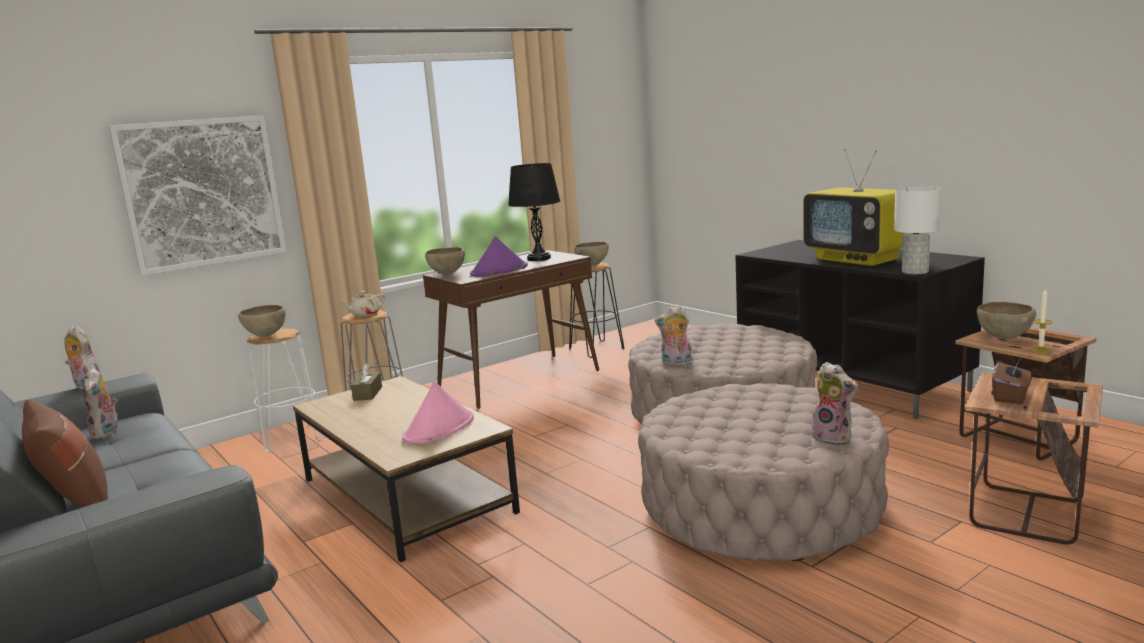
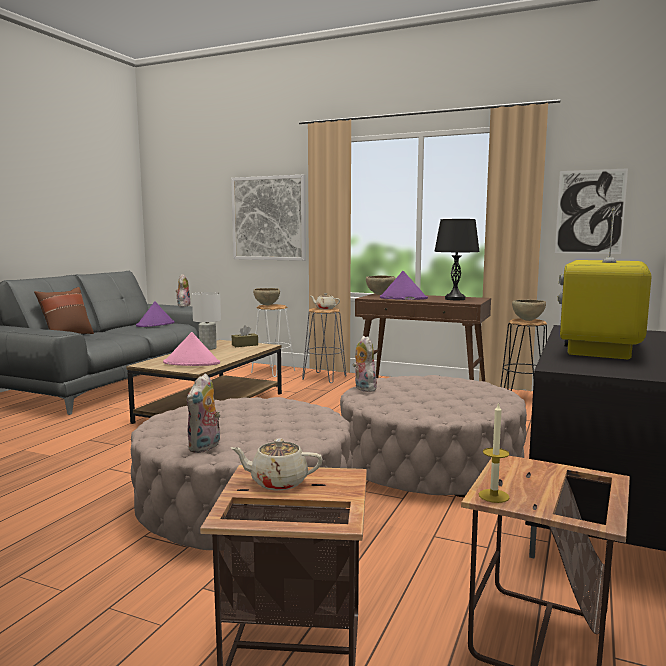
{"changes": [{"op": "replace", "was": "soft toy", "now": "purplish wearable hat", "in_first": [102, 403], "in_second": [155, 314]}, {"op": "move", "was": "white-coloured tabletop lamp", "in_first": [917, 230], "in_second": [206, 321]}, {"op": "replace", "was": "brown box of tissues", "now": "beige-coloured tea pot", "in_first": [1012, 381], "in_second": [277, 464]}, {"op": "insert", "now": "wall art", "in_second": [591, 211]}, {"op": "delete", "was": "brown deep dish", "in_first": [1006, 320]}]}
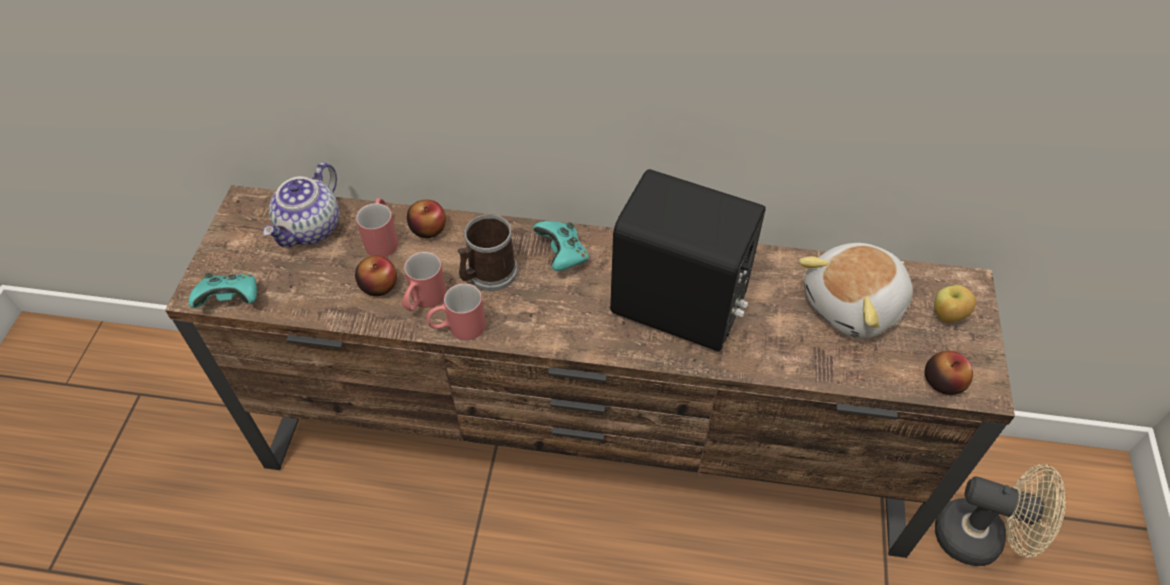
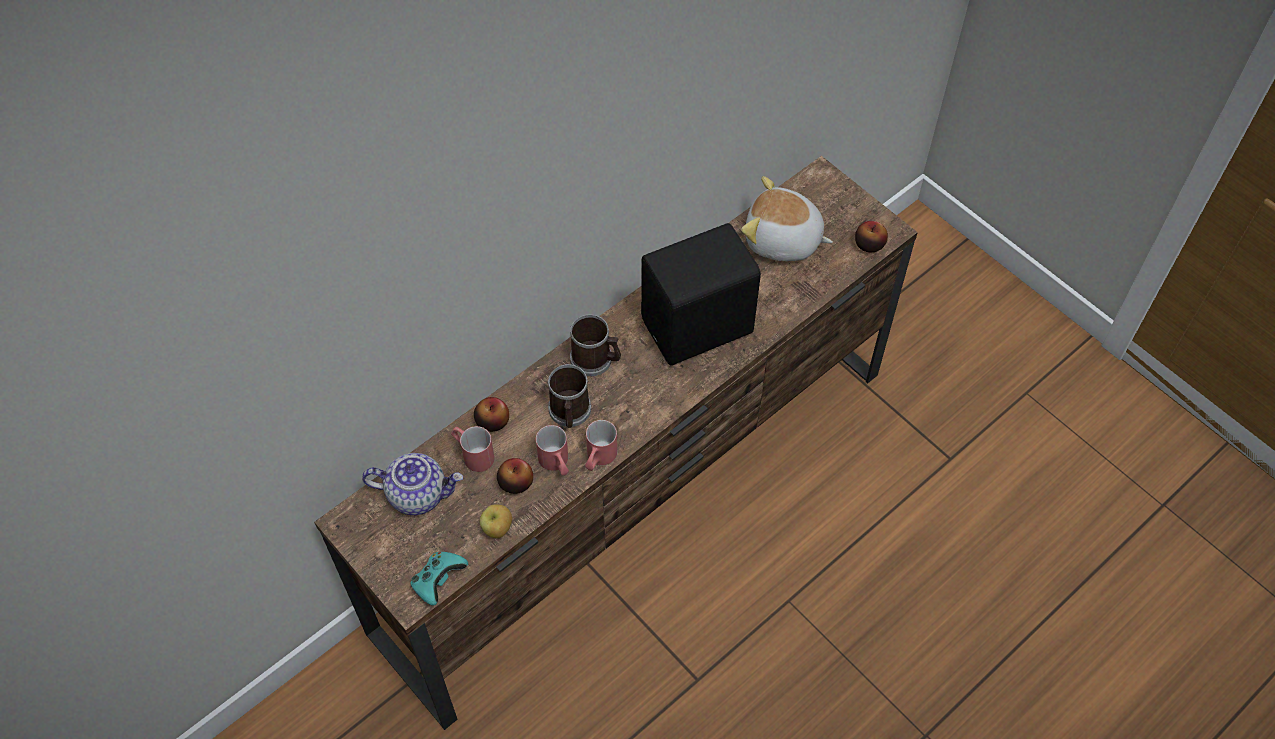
{"changes": [{"op": "rotate", "was": "tea pot", "in_first": [301, 204], "in_second": [412, 484], "clockwise": -60}, {"op": "move", "was": "apple fruit", "in_first": [955, 304], "in_second": [496, 521]}, {"op": "replace", "was": "turquoise game controller", "now": "mug", "in_first": [561, 246], "in_second": [595, 345]}, {"op": "rotate", "was": "soft toy", "in_first": [855, 290], "in_second": [787, 218], "clockwise": 105}, {"op": "delete", "was": "beige-coloured fan", "in_first": [1000, 515]}]}
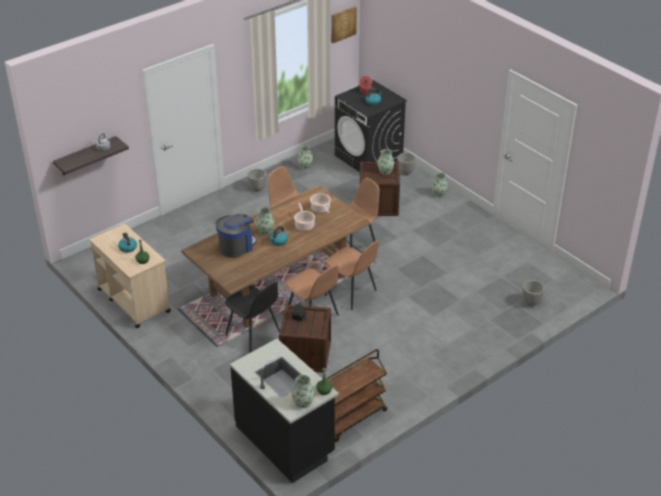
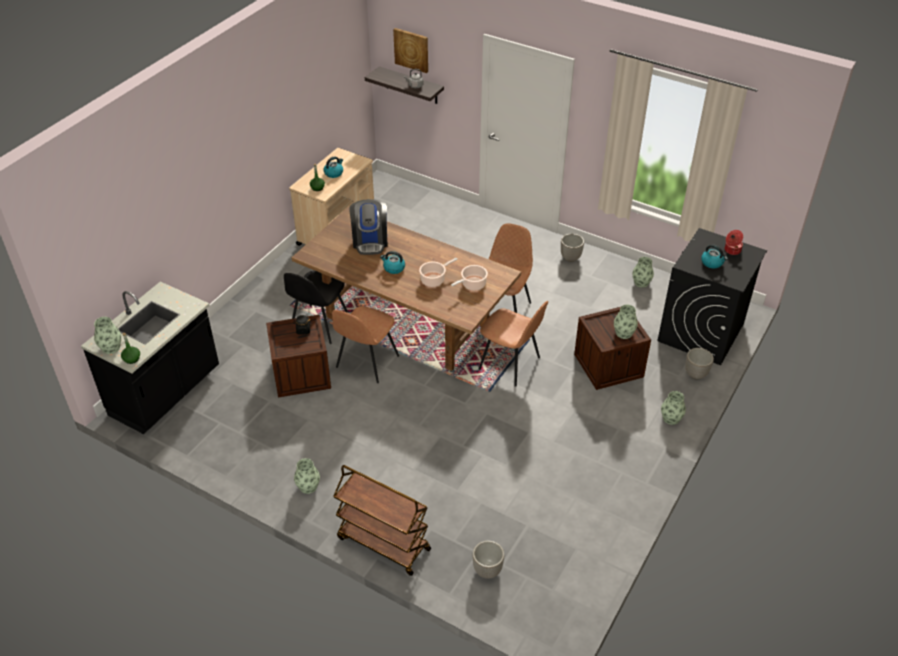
{"changes": [{"op": "move", "was": "flower vase", "in_first": [264, 221], "in_second": [307, 476]}, {"op": "move", "was": "brown wheeled cart", "in_first": [356, 395], "in_second": [382, 520]}, {"op": "rotate", "was": "coffee maker", "in_first": [236, 236], "in_second": [368, 227], "clockwise": 60}, {"op": "move", "was": "wall art", "in_first": [344, 24], "in_second": [410, 50]}, {"op": "delete", "was": "brown upright chair", "in_first": [352, 275]}]}
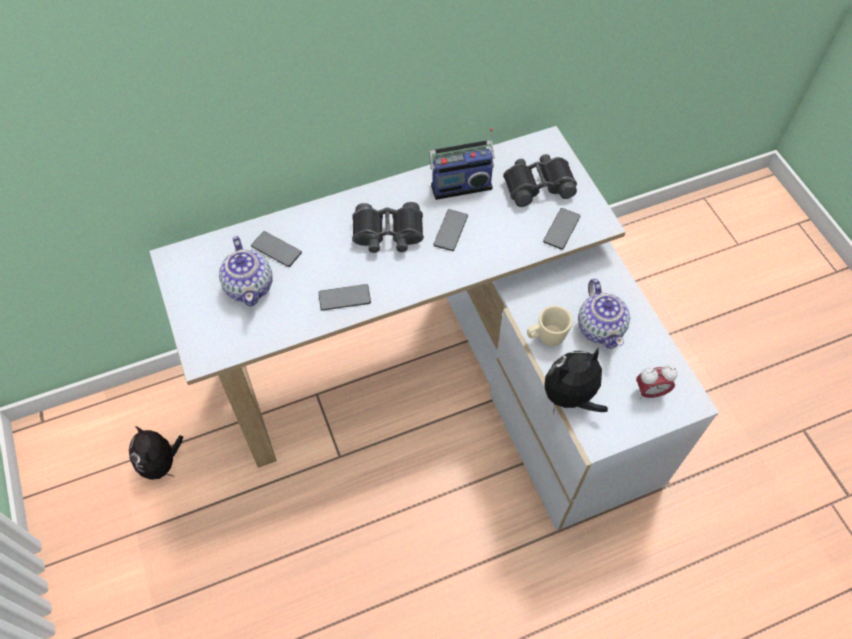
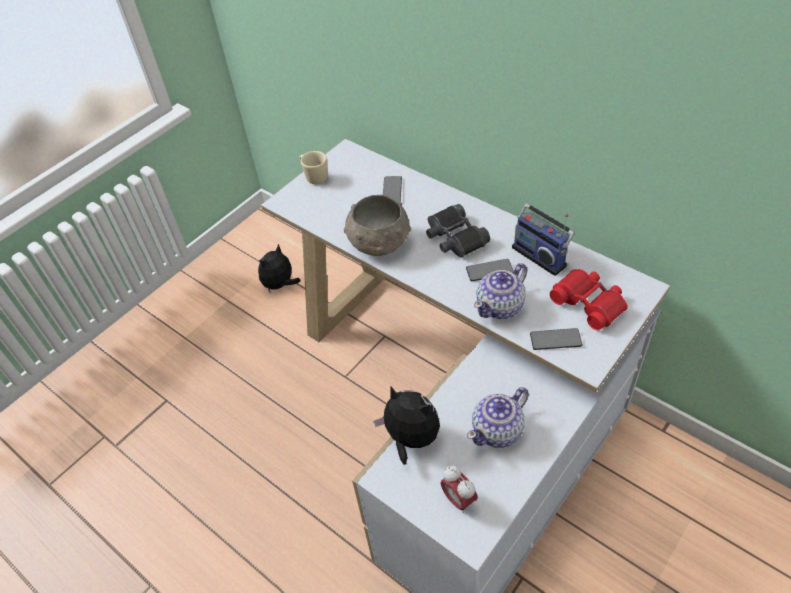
{"changes": [{"op": "move", "was": "beige-coloured mug", "in_first": [549, 325], "in_second": [313, 167]}, {"op": "replace", "was": "phone", "now": "gray deep dish", "in_first": [345, 297], "in_second": [377, 225]}, {"op": "move", "was": "tea pot", "in_first": [245, 271], "in_second": [500, 291]}, {"op": "recolor", "was": "blackish field glasses", "now": "reddish field glasses", "in_first": [540, 180], "in_second": [589, 300]}]}
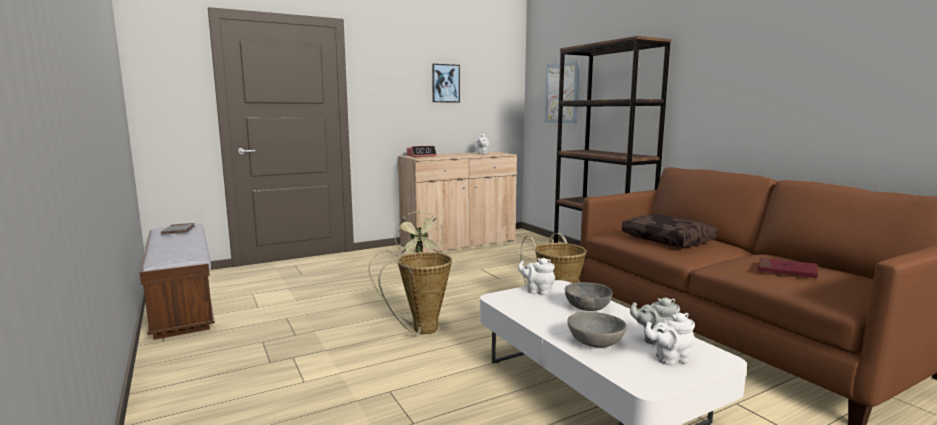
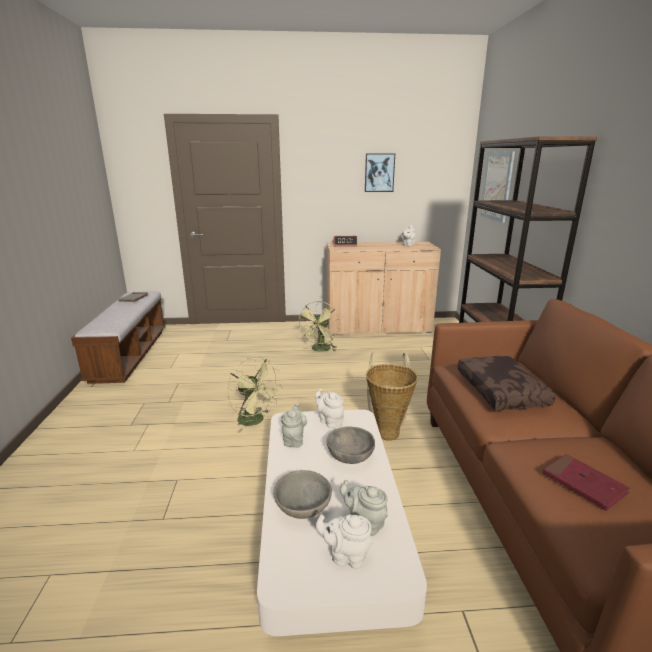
{"changes": [{"op": "replace", "was": "household basket", "now": "green fan", "in_first": [410, 292], "in_second": [254, 395]}, {"op": "insert", "now": "gray tea pot", "in_second": [294, 425]}]}
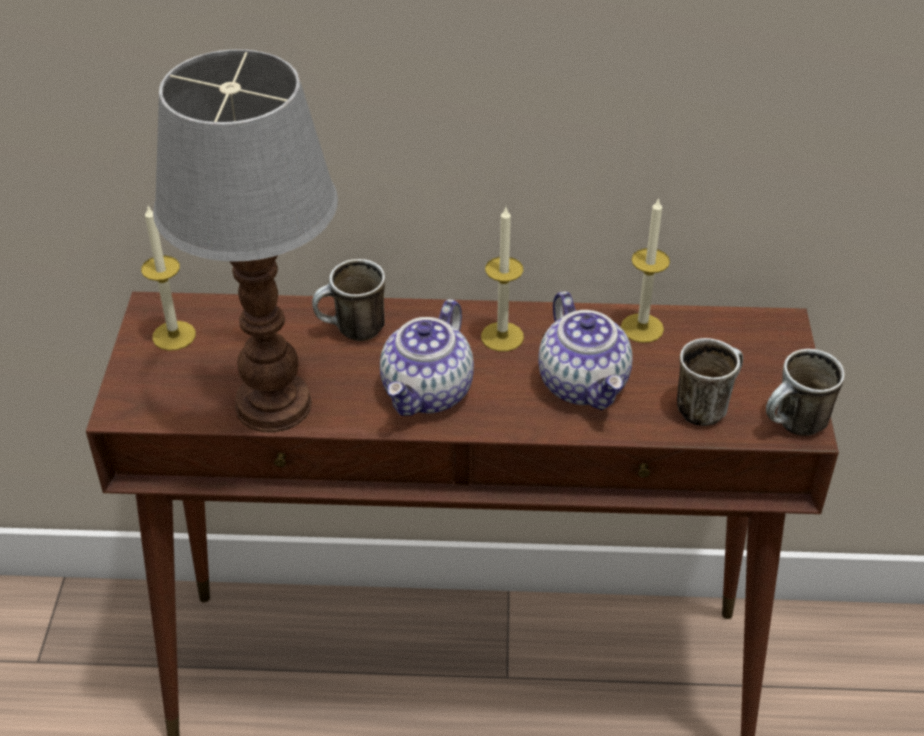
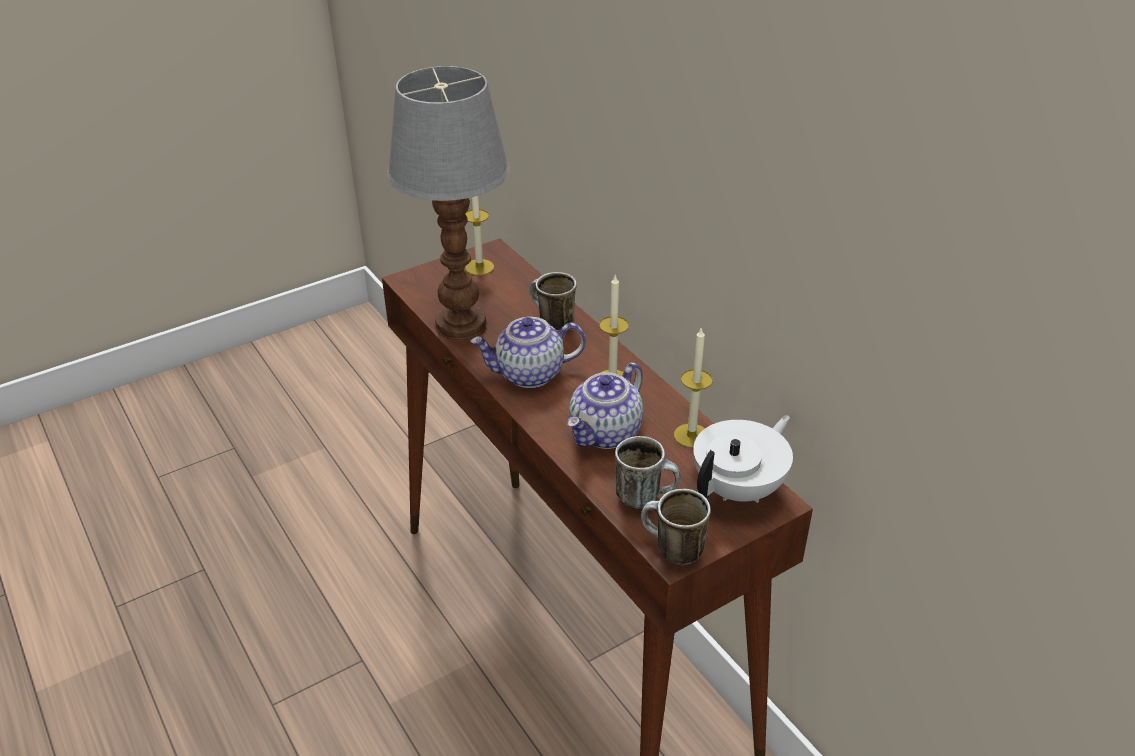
{"changes": [{"op": "insert", "now": "white-coloured tea pot", "in_second": [743, 459]}]}
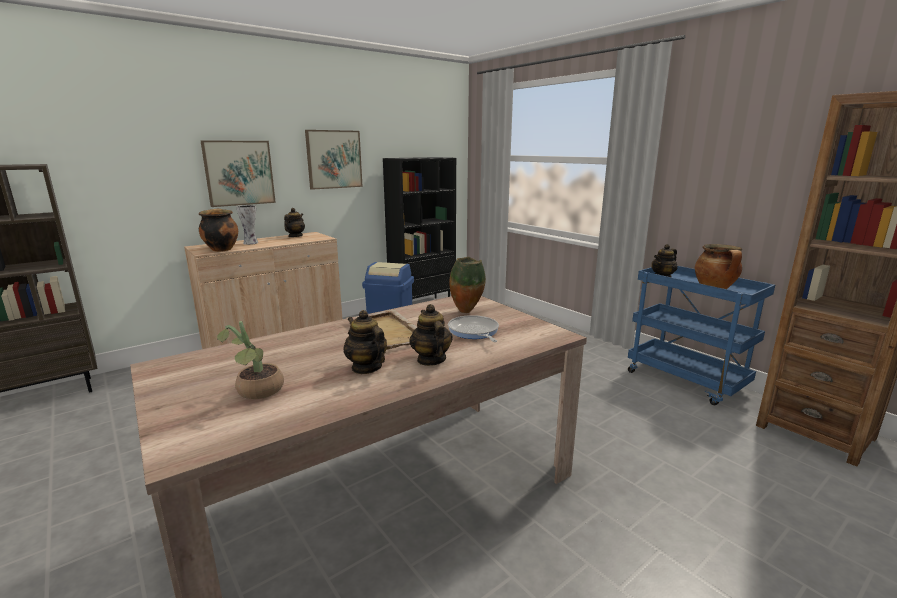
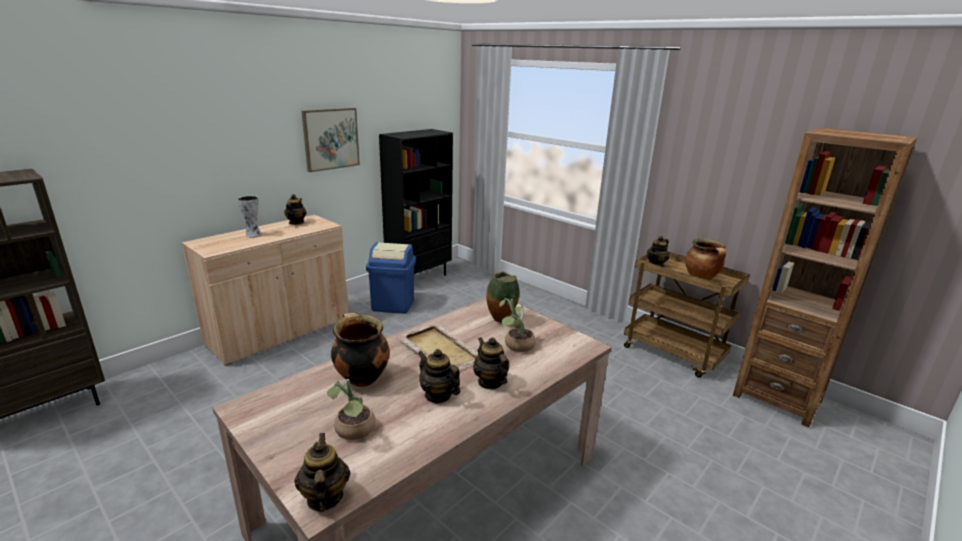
{"changes": [{"op": "insert", "now": "tea pot", "in_second": [322, 472]}, {"op": "move", "was": "stockpot", "in_first": [218, 230], "in_second": [360, 350]}, {"op": "replace", "was": "frying pan", "now": "plant in a pot", "in_first": [473, 328], "in_second": [517, 325]}, {"op": "recolor", "was": "blue-coloured wheeled cart", "now": "brown wheeled cart", "in_first": [701, 335], "in_second": [687, 315]}, {"op": "delete", "was": "wall art", "in_first": [238, 173]}]}
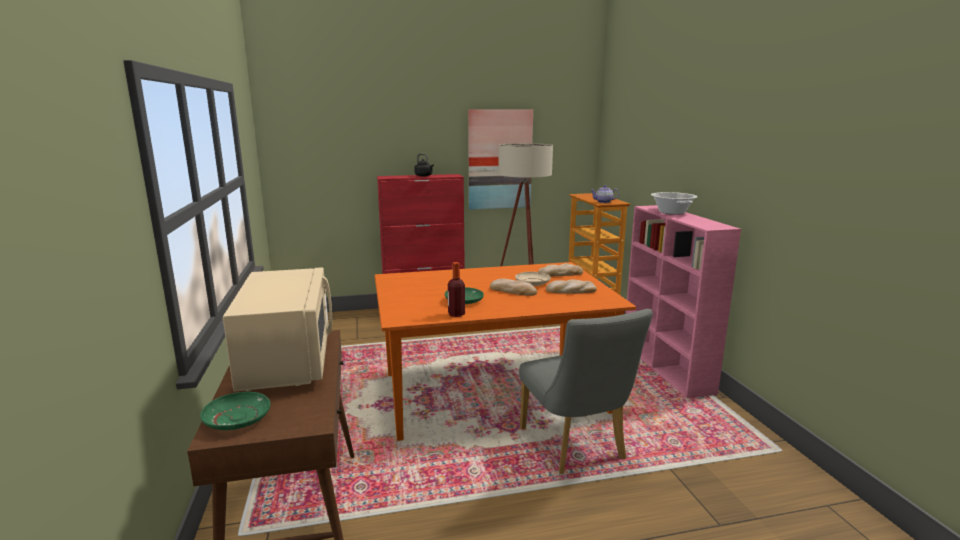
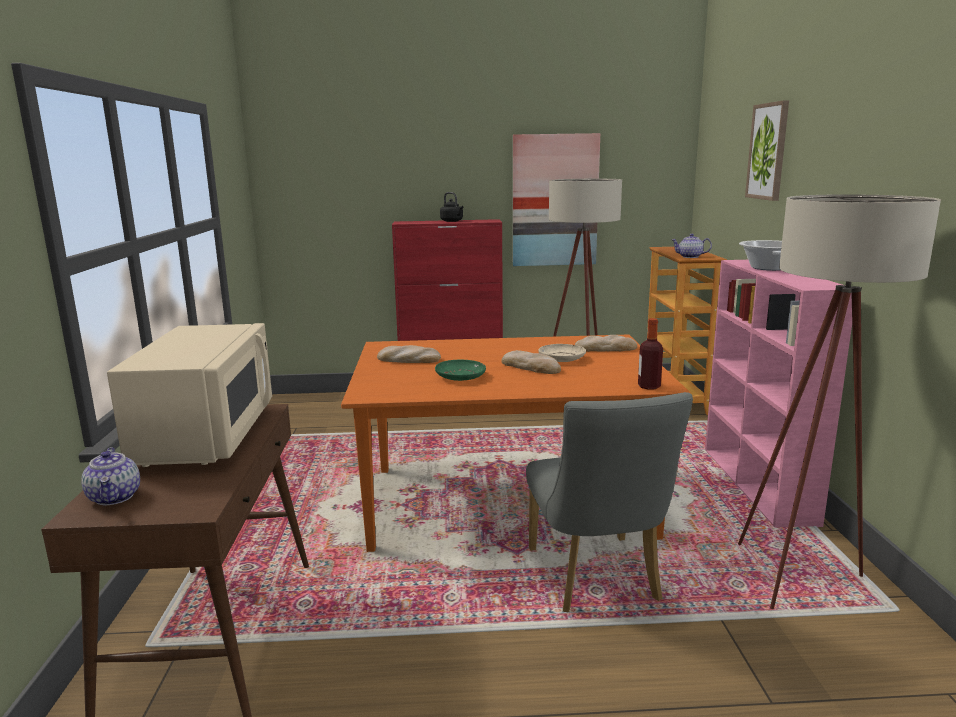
{"changes": [{"op": "replace", "was": "green plate", "now": "tea pot", "in_first": [235, 411], "in_second": [110, 476]}, {"op": "move", "was": "bakery bread", "in_first": [571, 286], "in_second": [409, 354]}, {"op": "move", "was": "beverage bottle", "in_first": [456, 289], "in_second": [650, 354]}, {"op": "insert", "now": "beige-coloured standard lamp", "in_second": [839, 401]}, {"op": "insert", "now": "wall art", "in_second": [767, 150]}]}
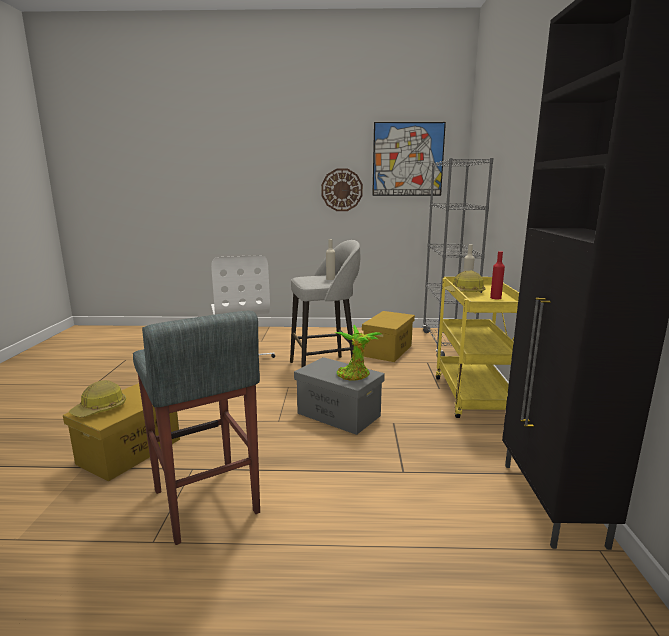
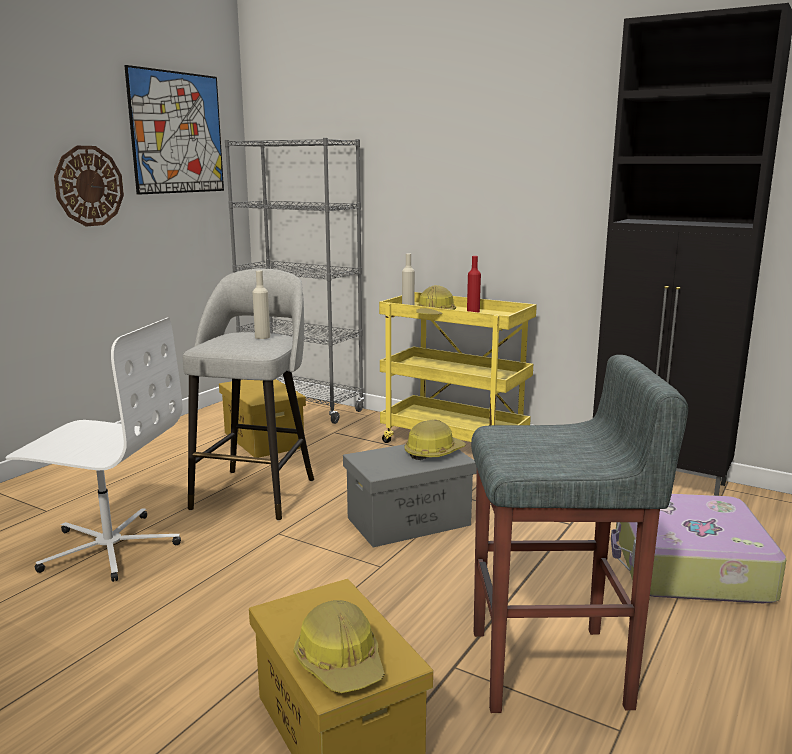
{"changes": [{"op": "replace", "was": "plant in a pot", "now": "hard hat", "in_first": [358, 353], "in_second": [435, 440]}, {"op": "insert", "now": "travel case", "in_second": [699, 548]}]}
